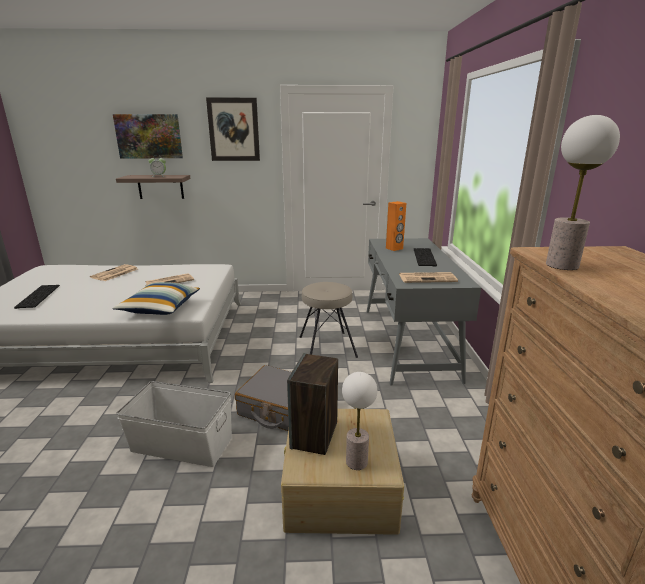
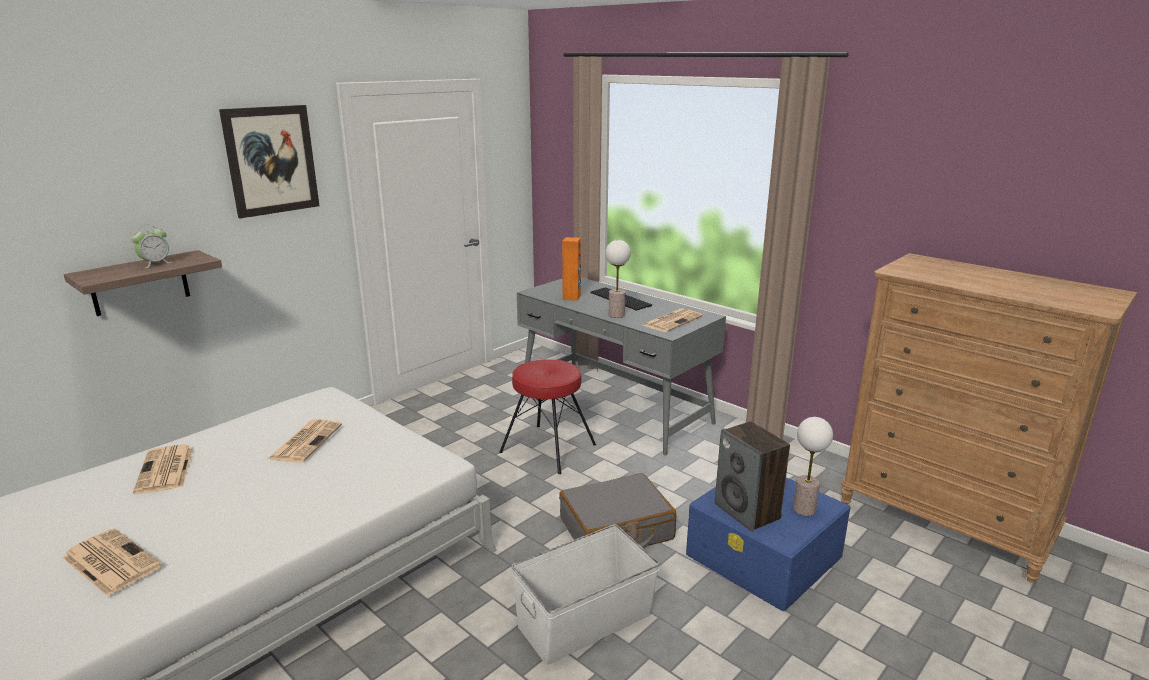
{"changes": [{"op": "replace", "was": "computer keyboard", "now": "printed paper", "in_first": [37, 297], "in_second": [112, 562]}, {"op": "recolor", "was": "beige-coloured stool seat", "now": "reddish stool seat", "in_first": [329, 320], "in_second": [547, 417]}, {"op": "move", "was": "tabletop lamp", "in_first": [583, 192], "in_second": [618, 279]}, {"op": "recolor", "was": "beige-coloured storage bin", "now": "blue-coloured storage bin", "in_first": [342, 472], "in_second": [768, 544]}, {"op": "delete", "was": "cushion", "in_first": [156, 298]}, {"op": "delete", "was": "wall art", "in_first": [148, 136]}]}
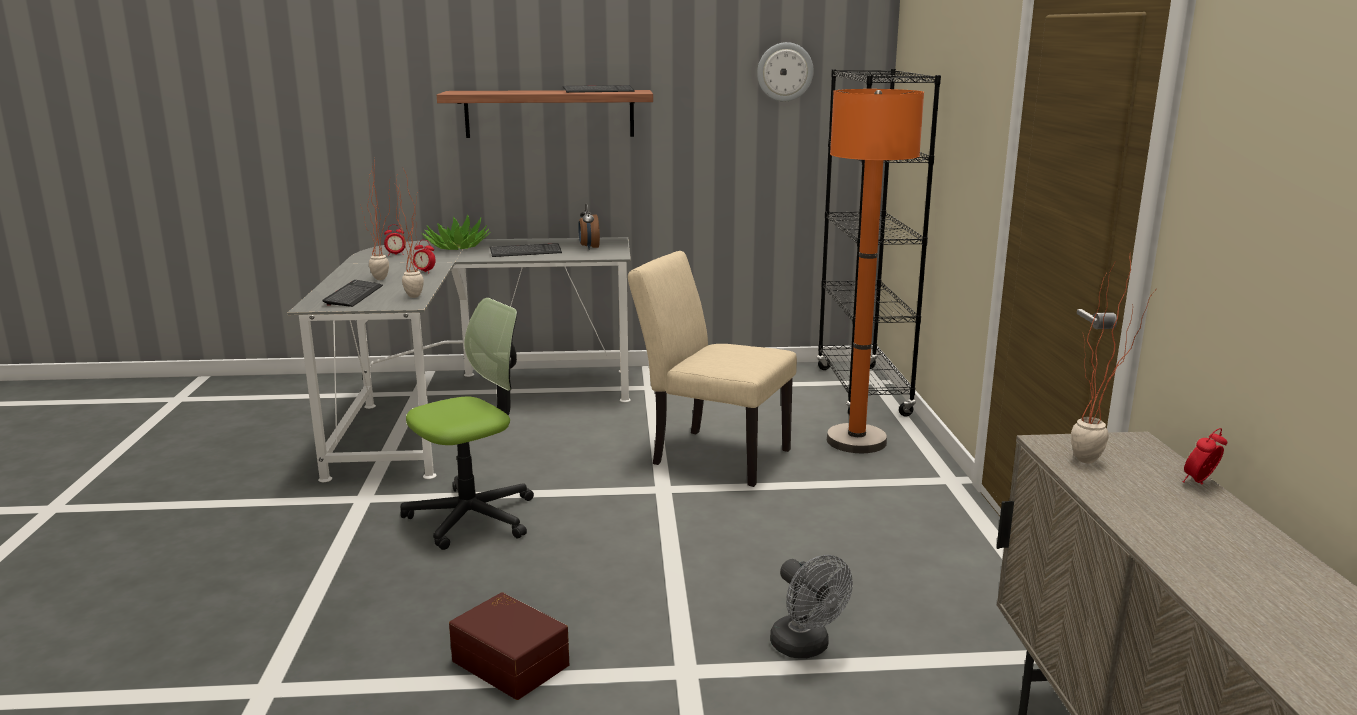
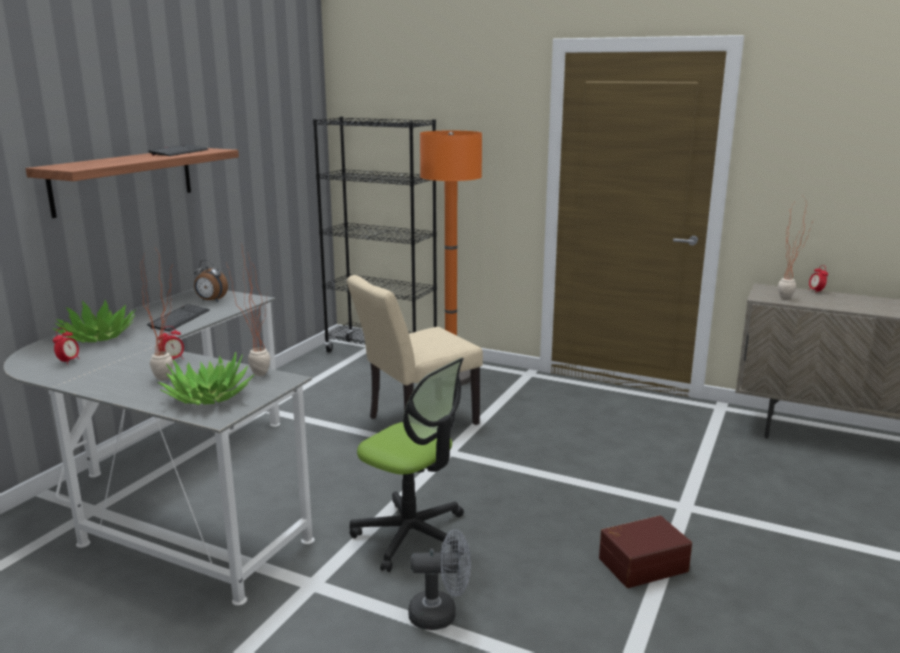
{"changes": [{"op": "replace", "was": "computer keyboard", "now": "plant in a pot", "in_first": [353, 293], "in_second": [206, 378]}, {"op": "rotate", "was": "computer chair", "in_first": [467, 424], "in_second": [406, 465], "clockwise": 135}, {"op": "move", "was": "gray fan", "in_first": [811, 606], "in_second": [439, 579]}, {"op": "delete", "was": "hanging clock", "in_first": [785, 72]}]}
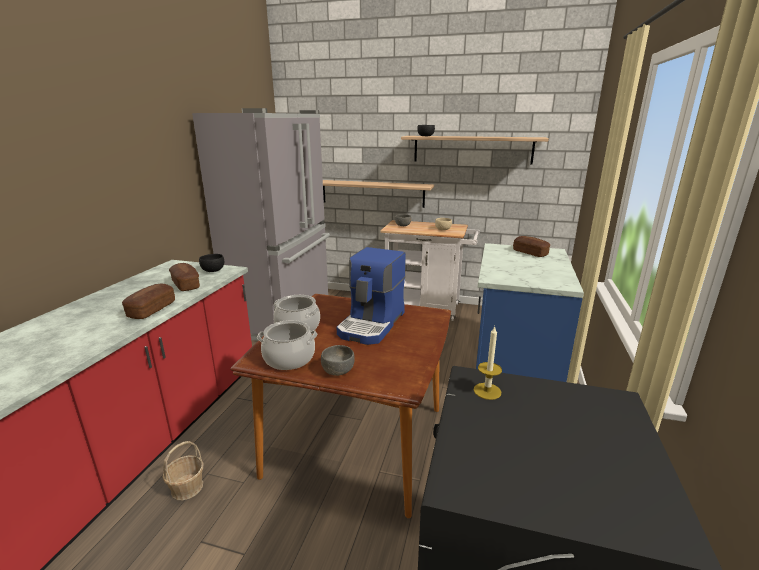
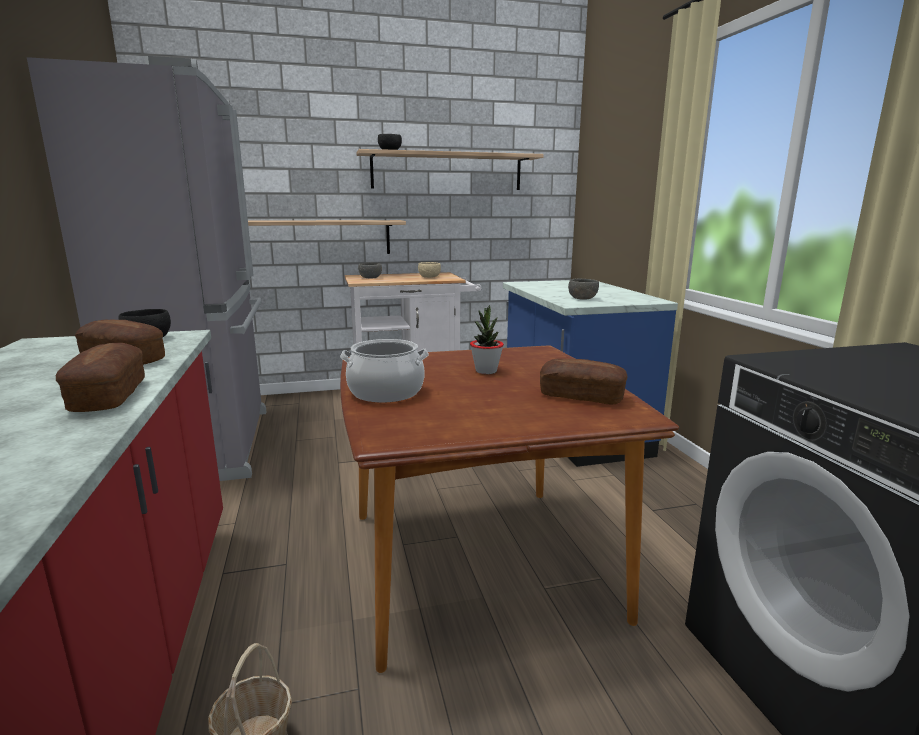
{"changes": [{"op": "replace", "was": "coffee maker", "now": "plant in a pot", "in_first": [371, 296], "in_second": [487, 339]}, {"op": "move", "was": "bakery bread", "in_first": [531, 246], "in_second": [583, 381]}, {"op": "move", "was": "gray deep dish", "in_first": [338, 360], "in_second": [583, 289]}, {"op": "delete", "was": "stockpot", "in_first": [287, 345]}, {"op": "delete", "was": "wax light", "in_first": [488, 363]}]}
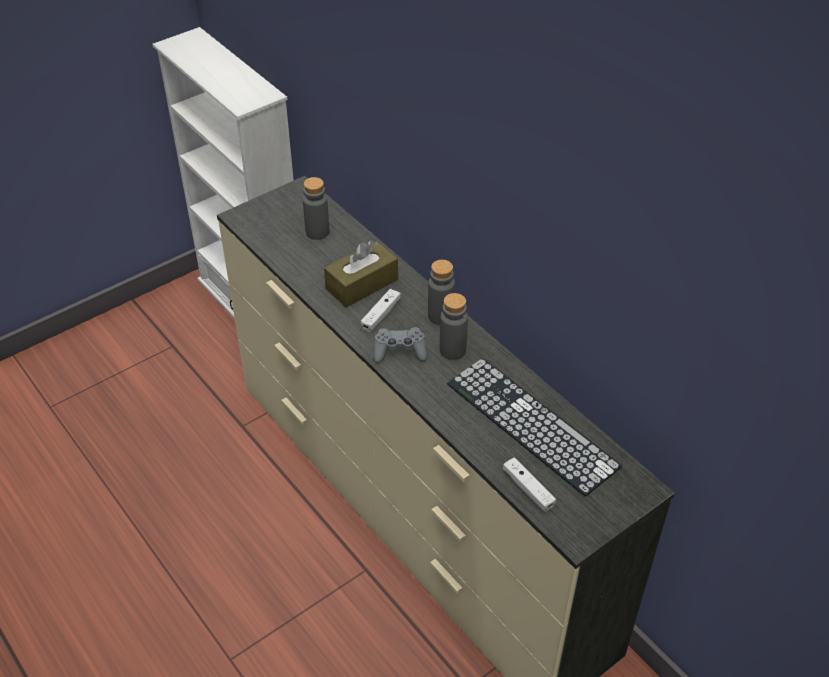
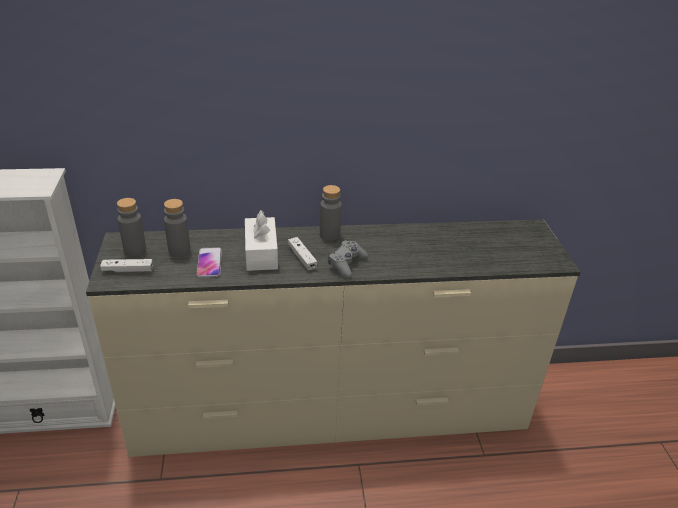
{"changes": [{"op": "move", "was": "white-coloured game controller", "in_first": [529, 484], "in_second": [126, 265]}, {"op": "move", "was": "gray beverage bottle", "in_first": [454, 326], "in_second": [131, 227]}, {"op": "insert", "now": "phone", "in_second": [209, 262]}, {"op": "recolor", "was": "brown box of tissues", "now": "white-coloured box of tissues", "in_first": [361, 273], "in_second": [261, 240]}, {"op": "delete", "was": "computer keyboard", "in_first": [534, 427]}]}
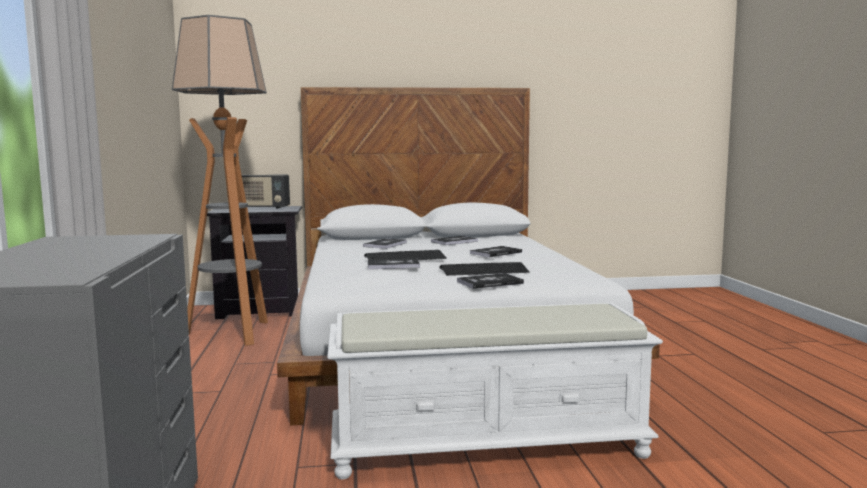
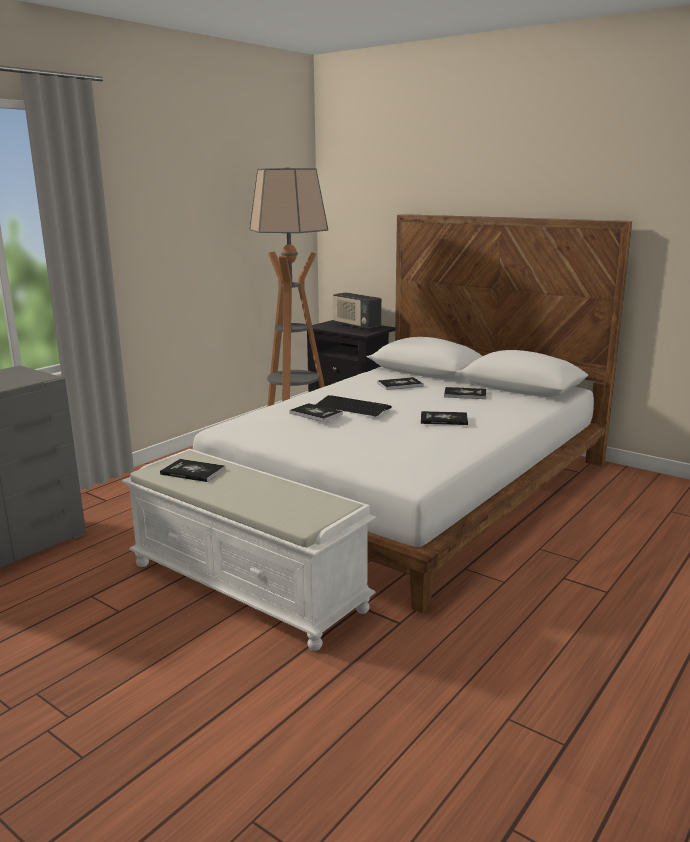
{"changes": [{"op": "move", "was": "volume", "in_first": [490, 281], "in_second": [192, 470]}, {"op": "delete", "was": "computer keyboard", "in_first": [484, 269]}]}
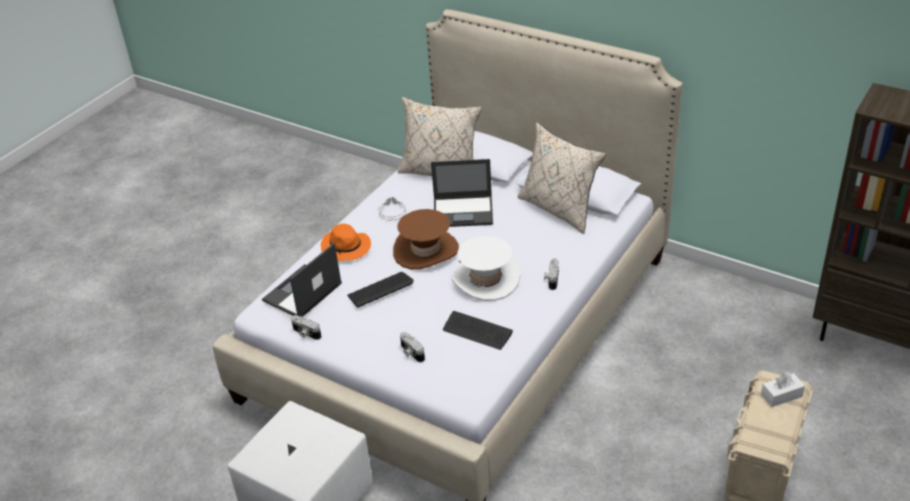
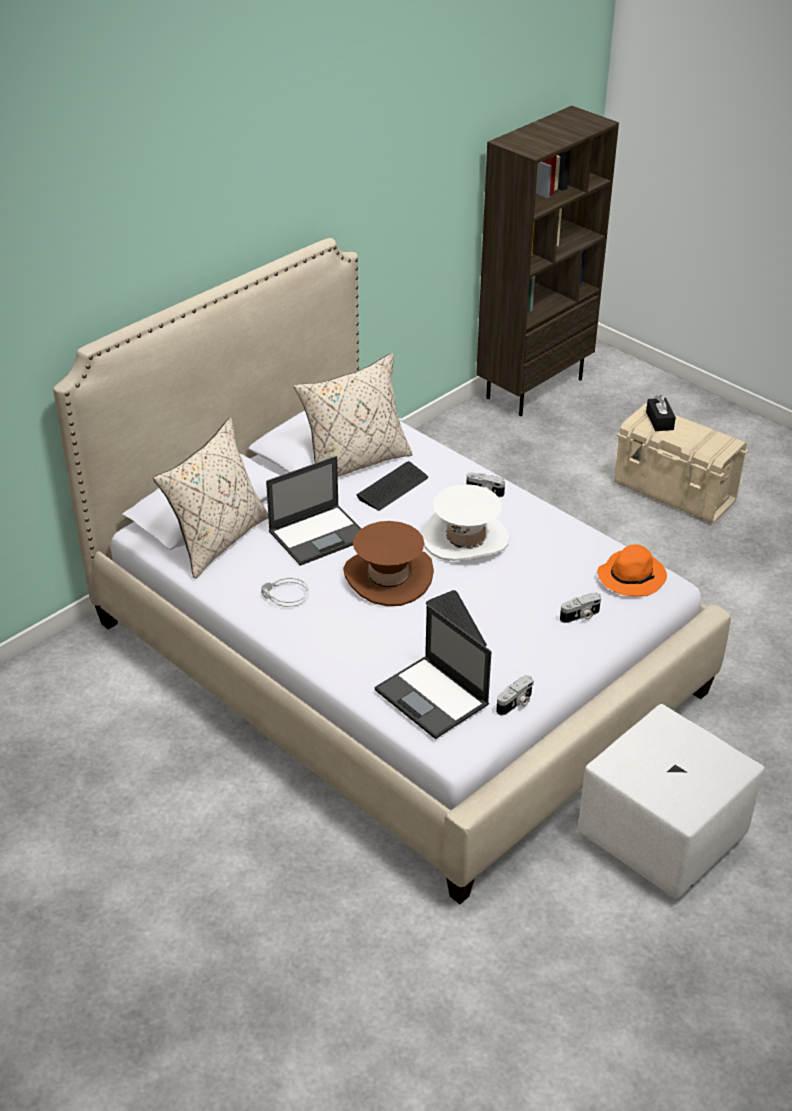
{"changes": [{"op": "rotate", "was": "notebook computer", "in_first": [462, 193], "in_second": [314, 511], "clockwise": 45}, {"op": "move", "was": "computer keyboard", "in_first": [478, 330], "in_second": [392, 486]}, {"op": "move", "was": "orange-coloured wearable hat", "in_first": [346, 242], "in_second": [632, 570]}, {"op": "recolor", "was": "white-coloured box of tissues", "now": "blackish box of tissues", "in_first": [783, 389], "in_second": [661, 413]}]}
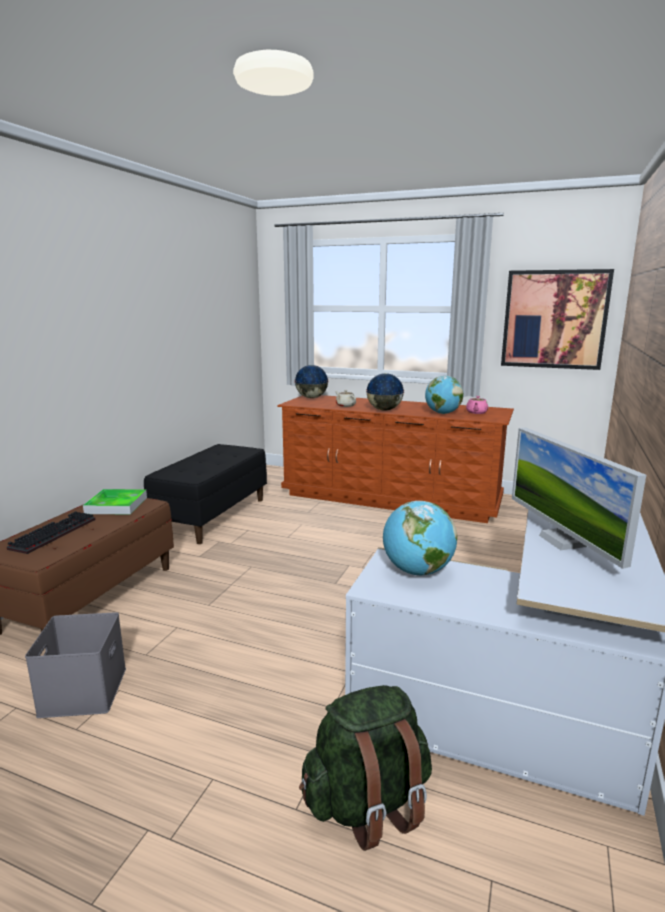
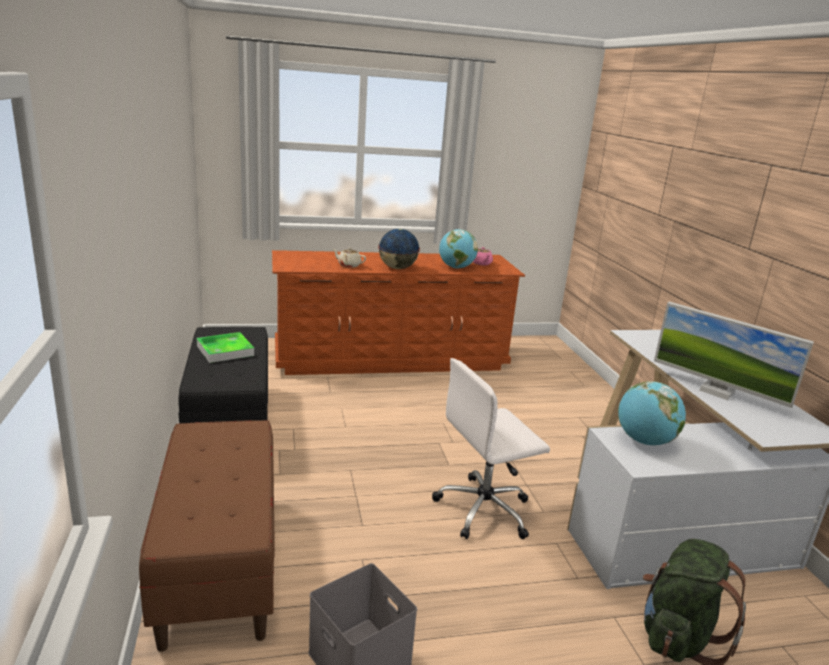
{"changes": [{"op": "move", "was": "carrying tray", "in_first": [115, 502], "in_second": [225, 347]}, {"op": "insert", "now": "white-coloured computer chair", "in_second": [491, 448]}, {"op": "delete", "was": "computer keyboard", "in_first": [51, 532]}, {"op": "delete", "was": "globe", "in_first": [312, 381]}, {"op": "delete", "was": "wall art", "in_first": [557, 319]}]}
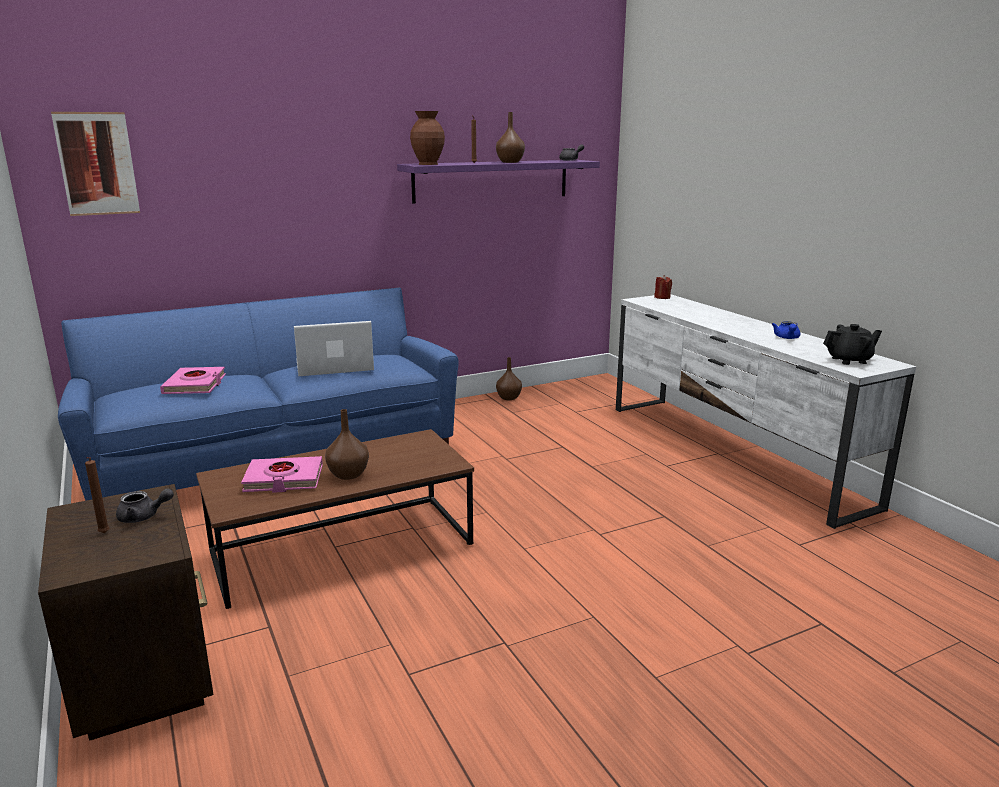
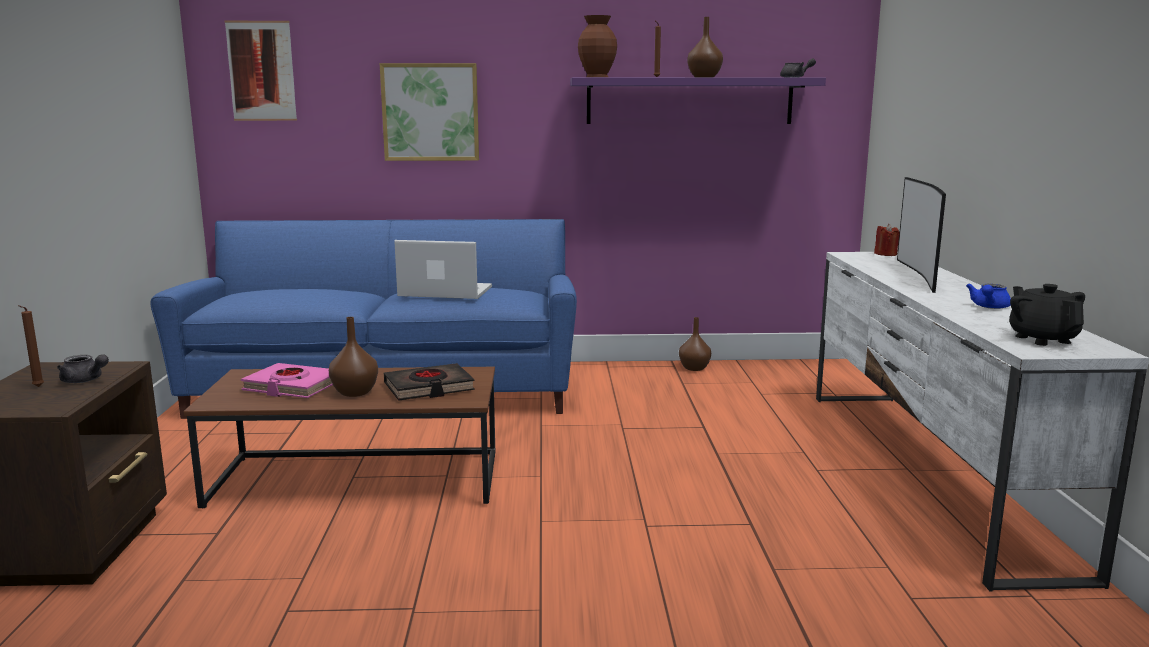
{"changes": [{"op": "insert", "now": "wall art", "in_second": [429, 112]}, {"op": "insert", "now": "blackish volume", "in_second": [429, 382]}, {"op": "insert", "now": "TV set", "in_second": [921, 235]}, {"op": "rotate", "was": "blackish tea pot", "in_first": [852, 344], "in_second": [1047, 315], "clockwise": -120}, {"op": "delete", "was": "pinkish volume", "in_first": [193, 380]}]}
